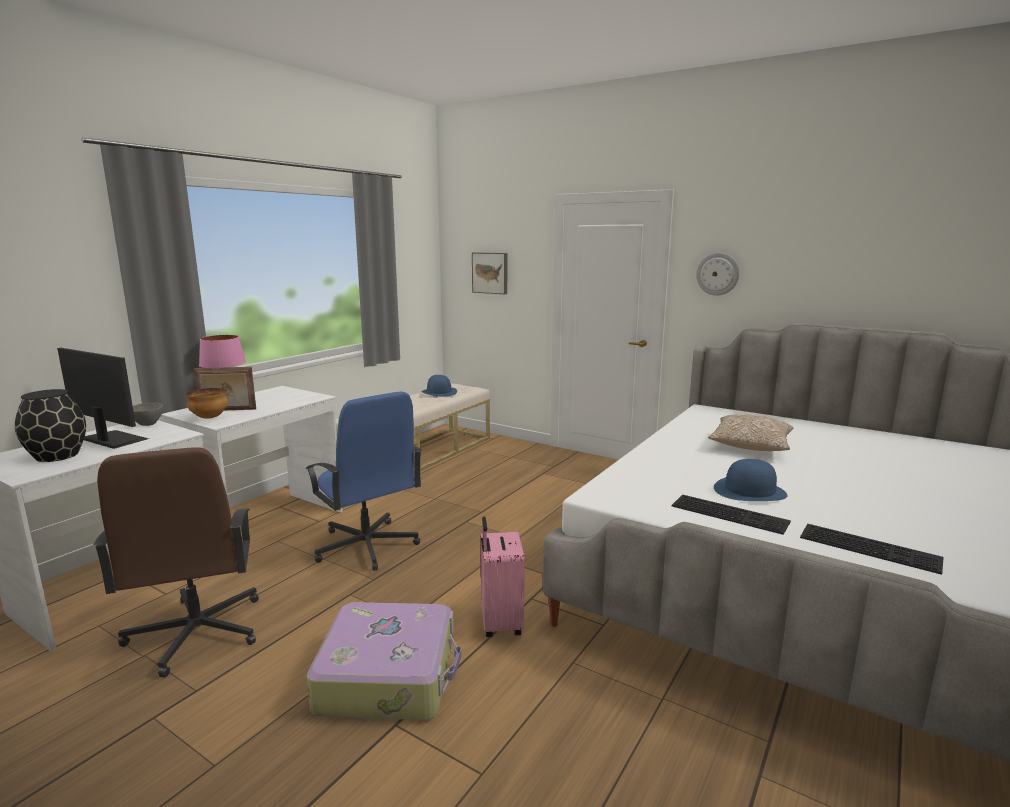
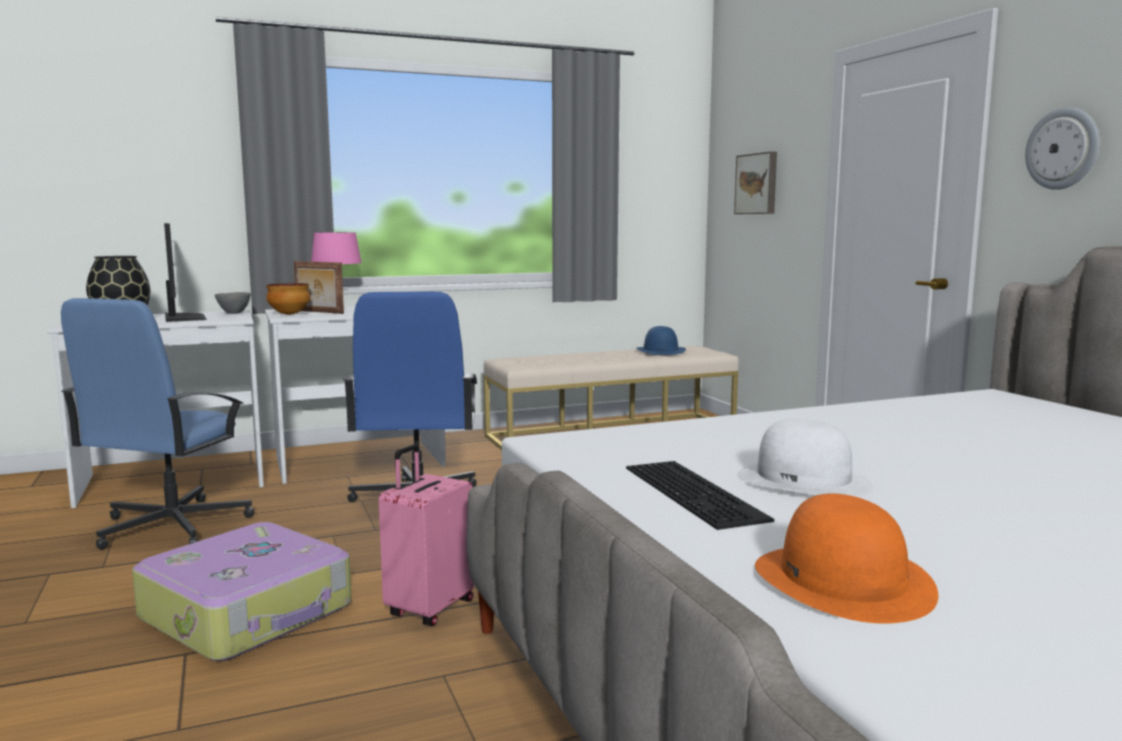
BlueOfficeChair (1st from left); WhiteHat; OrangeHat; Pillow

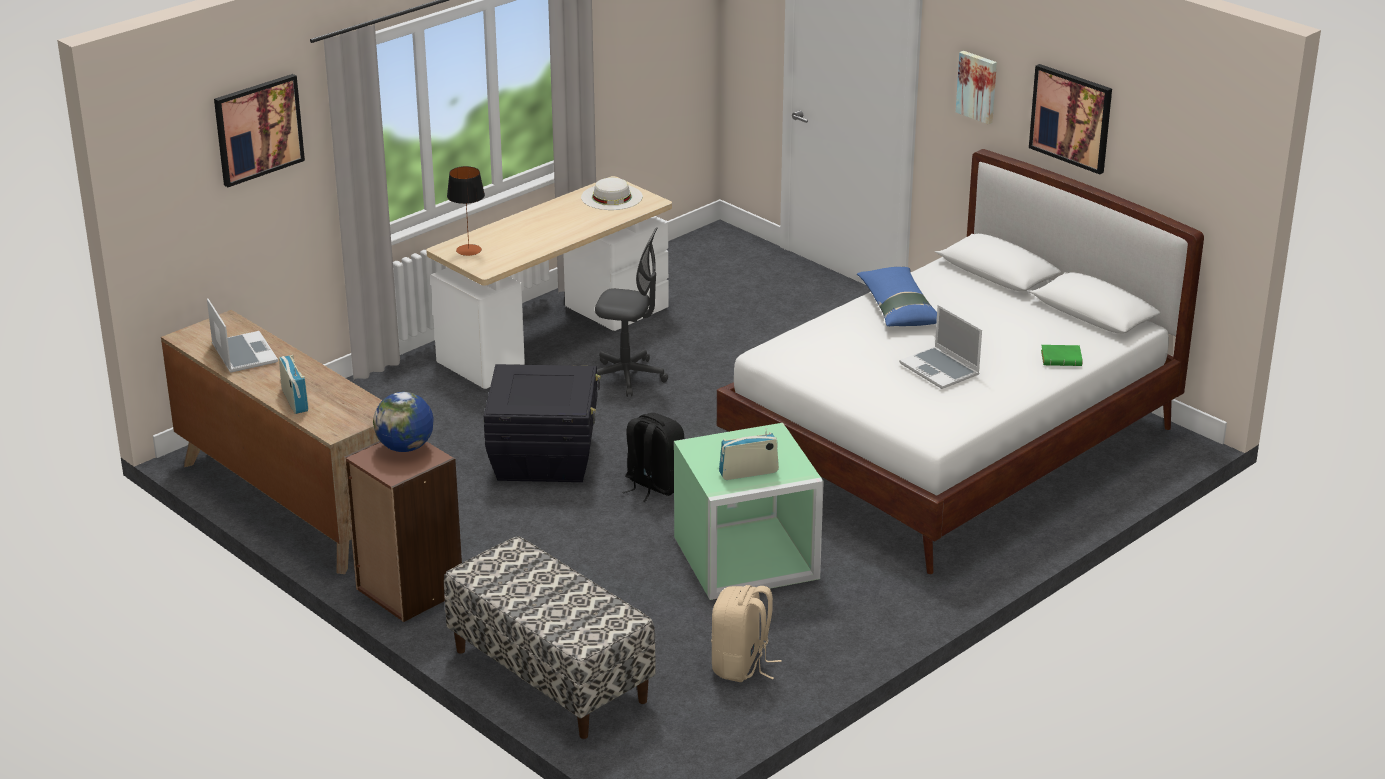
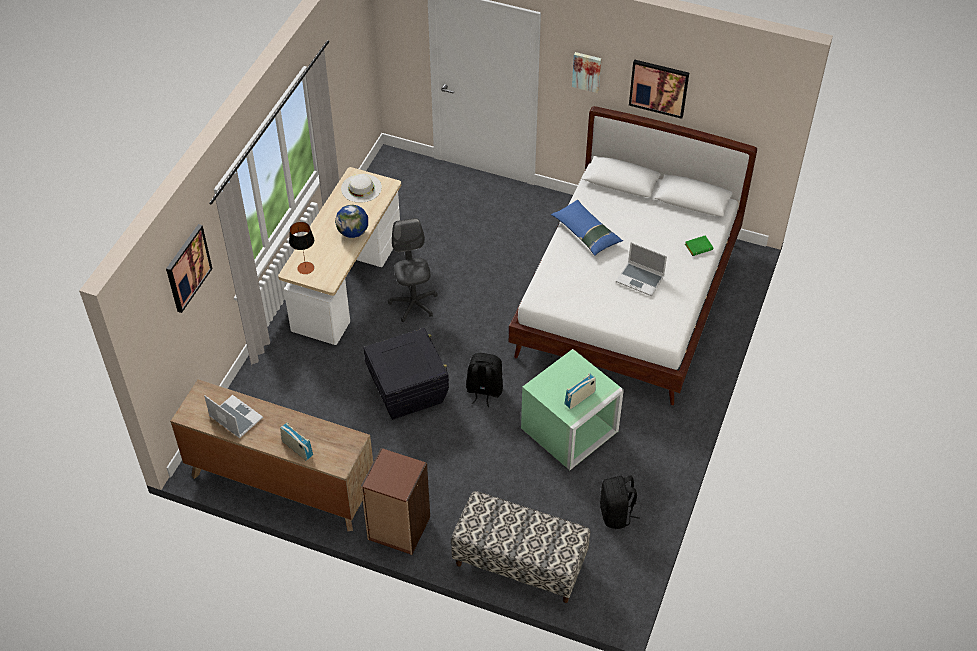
Globe; GreyOfficeChair; BlackBackpack (2nd from left)

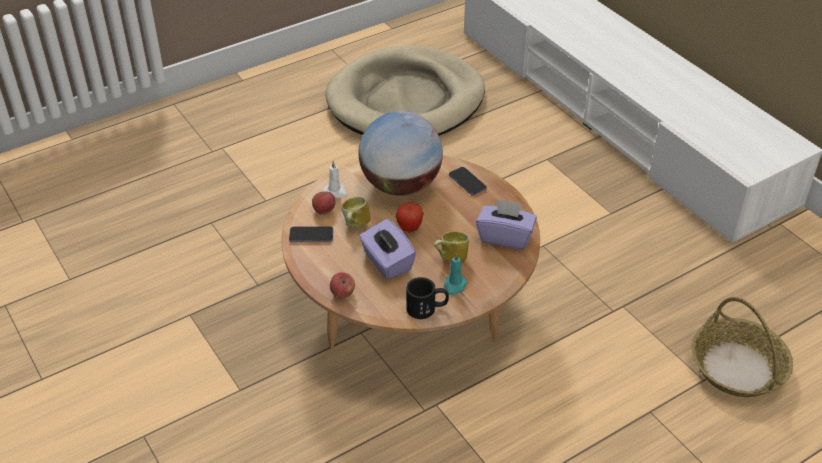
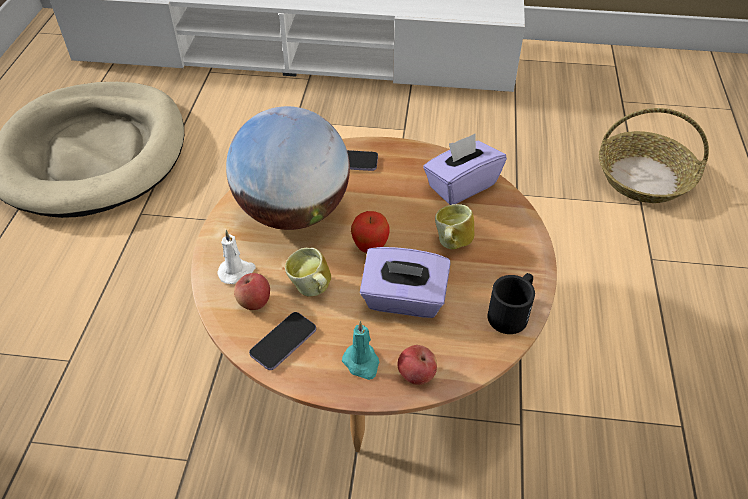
TurquoiseCandle

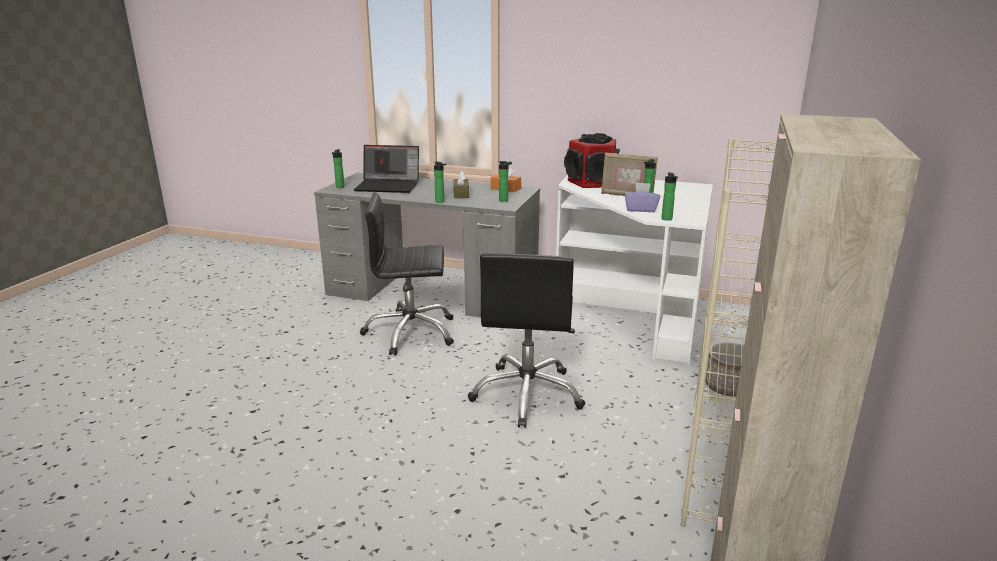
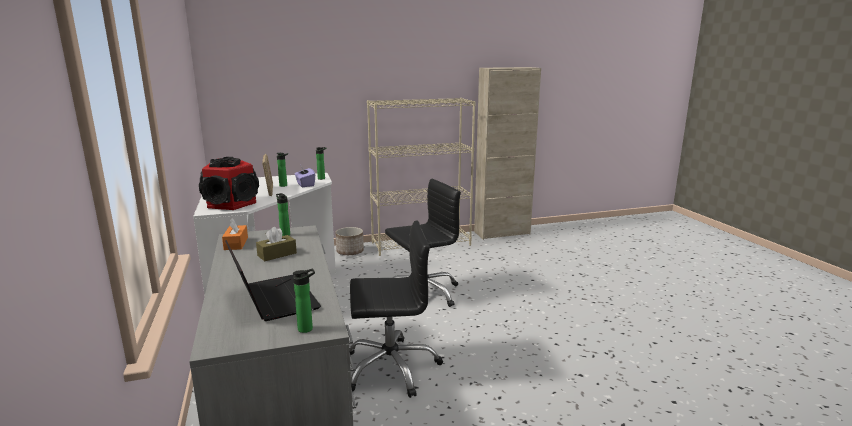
BlackOfficeChair (1st from left); Bottle (2nd from left in the first image)

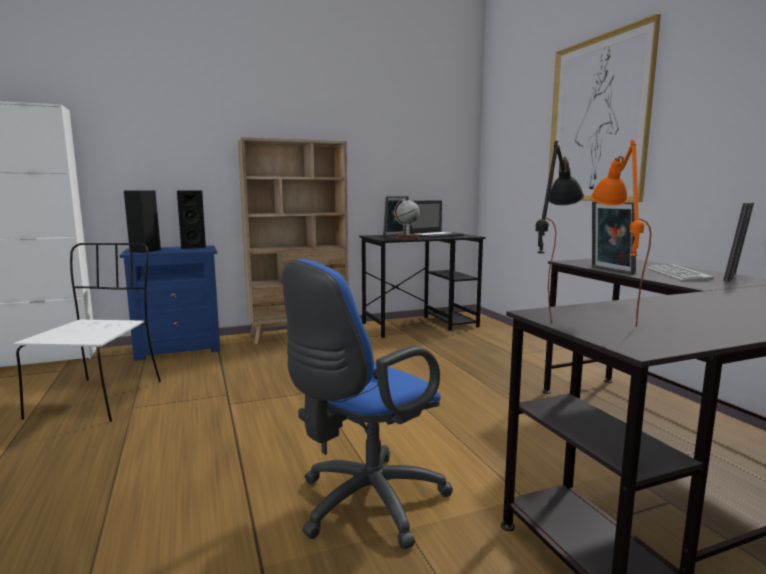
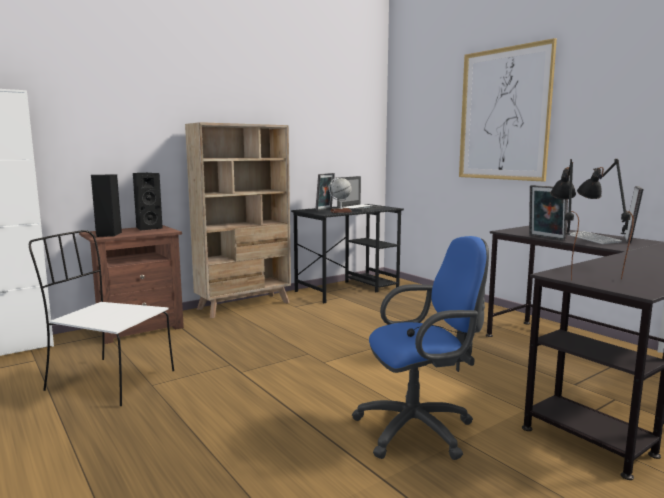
WhiteChair; BrownNightstand; BlueOfficeChair; BlackTableLamp (2nd from left)

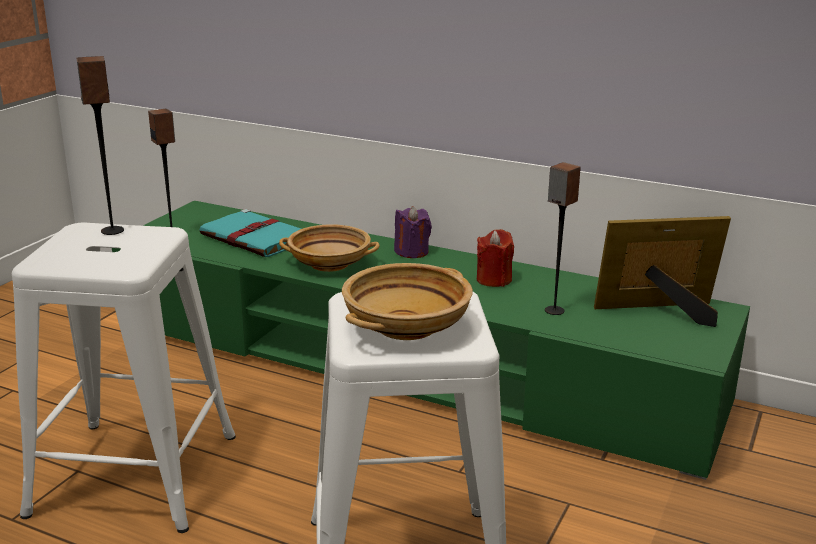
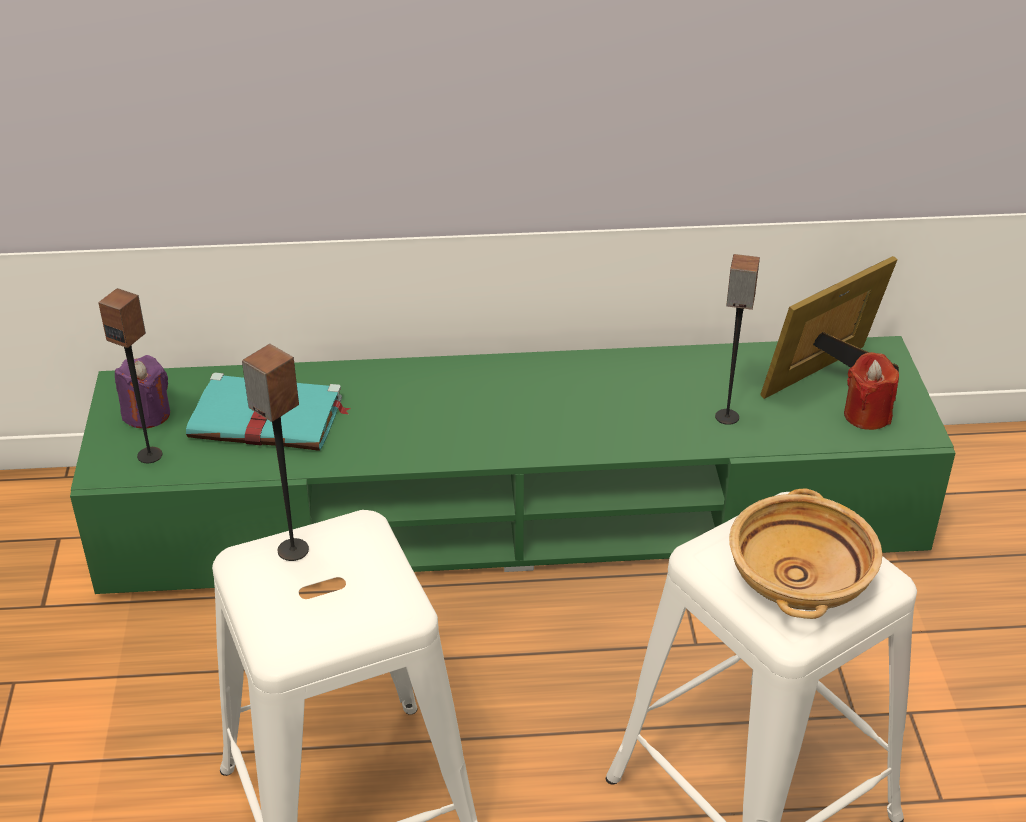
PurpleCandle; RedCandle; BeigeBowl (1st from left in the first image)

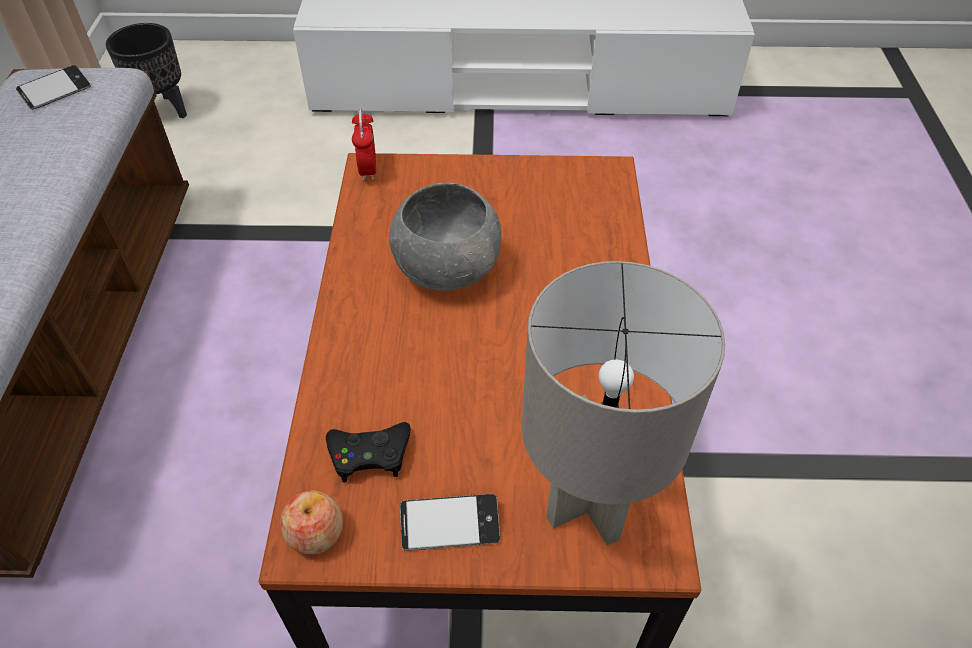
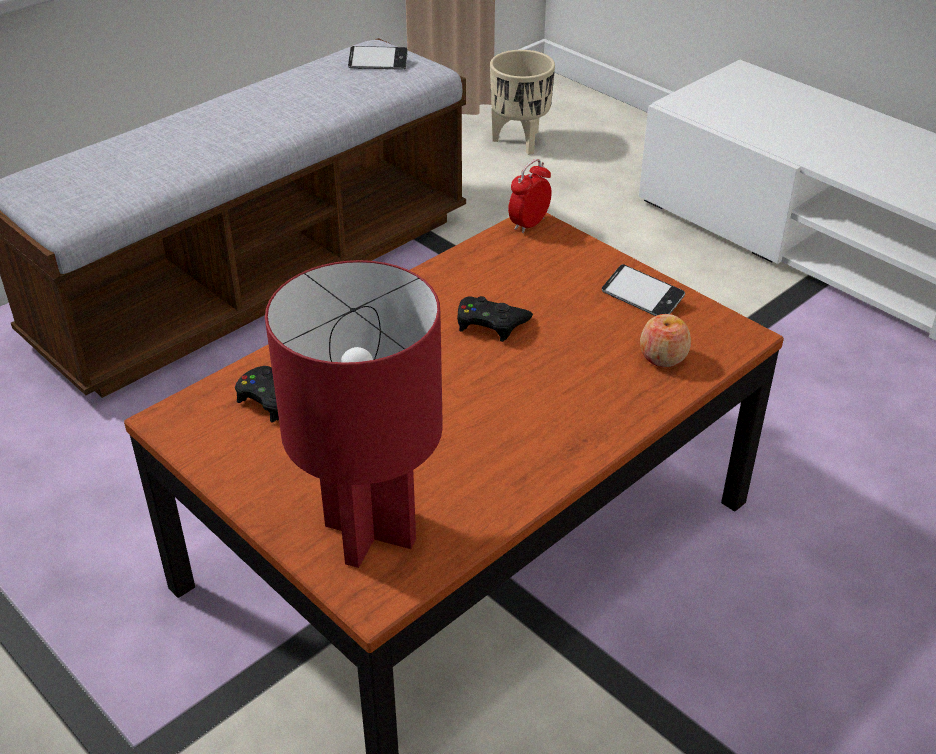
RedTableLamp; BlackGameController (2nd from left); BeigePlanter; Phone (2nd from left); Apple

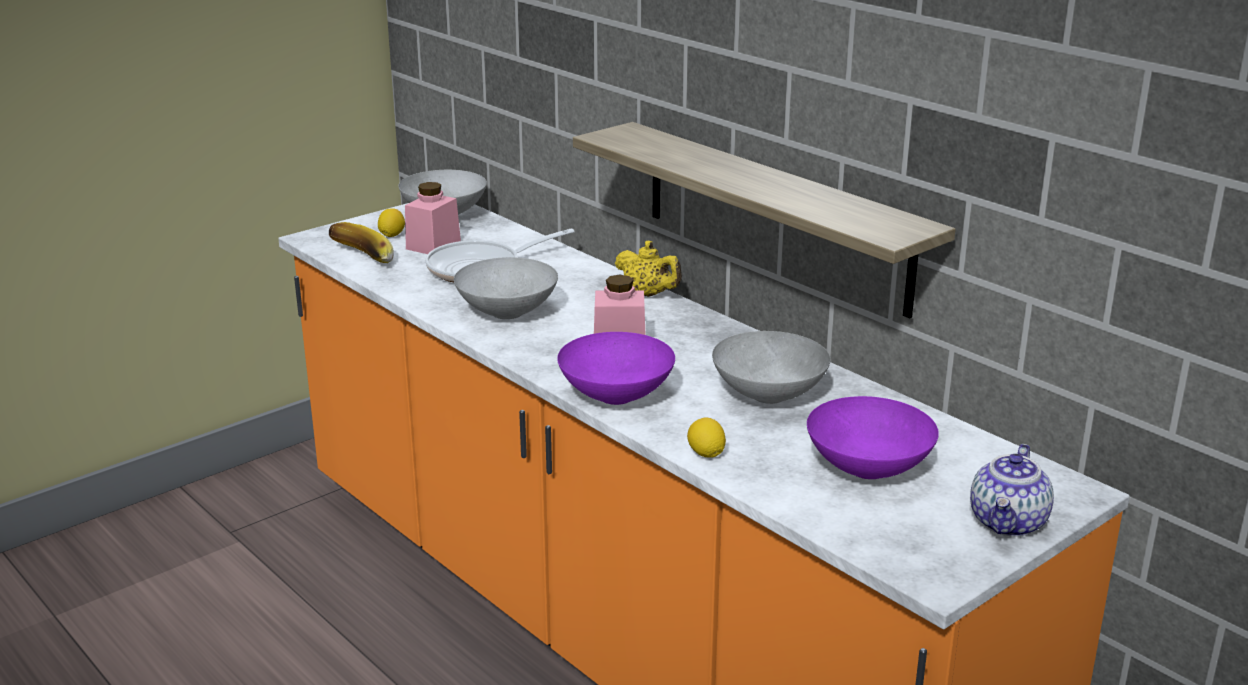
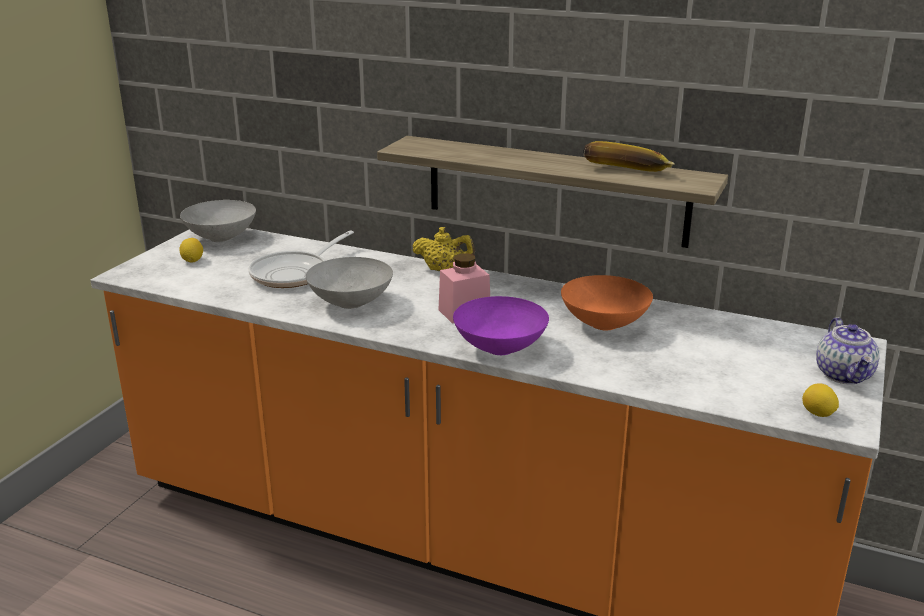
OrangeBowl; Banana; Lemon (2nd from left); PinkJar (1st from left in the first image); PurpleBowl (2nd from left in the first image)

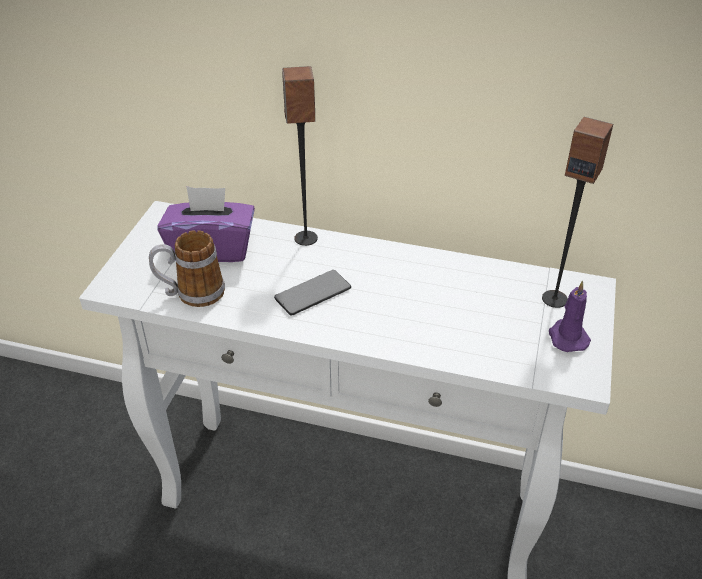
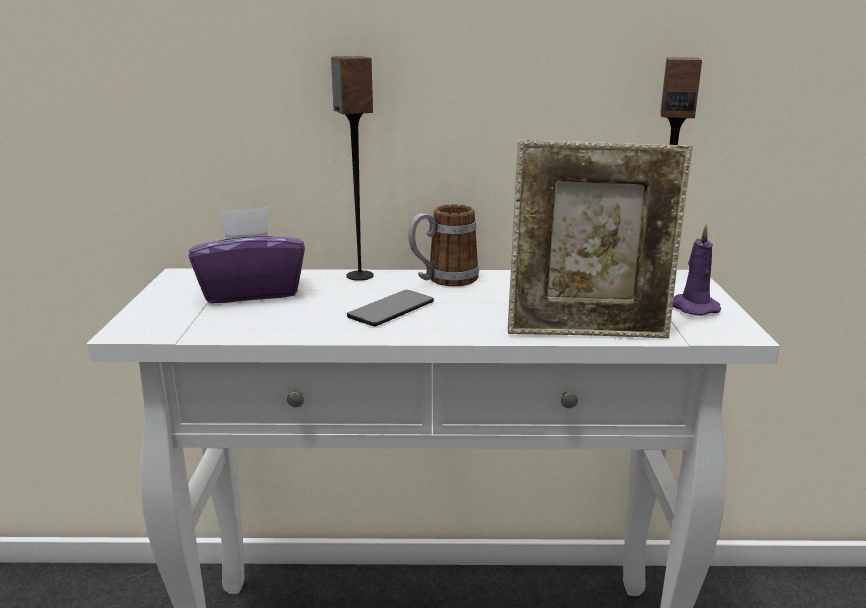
Mug; PictureFrame

